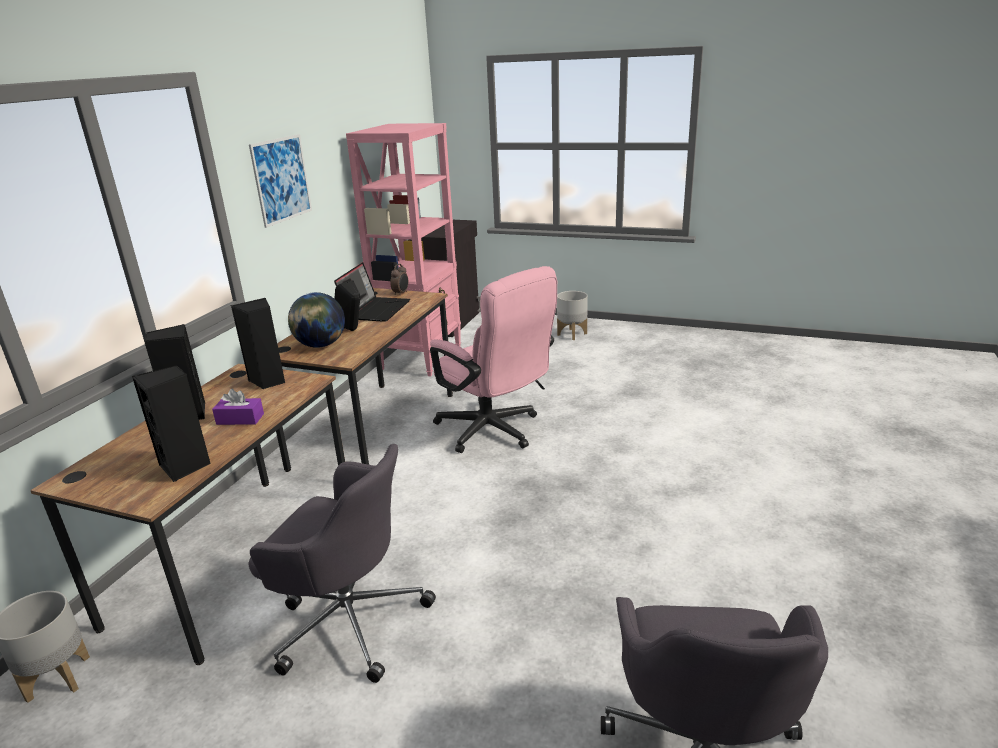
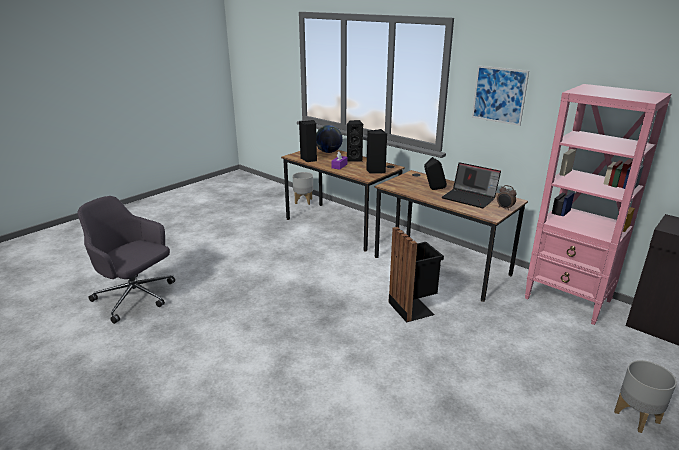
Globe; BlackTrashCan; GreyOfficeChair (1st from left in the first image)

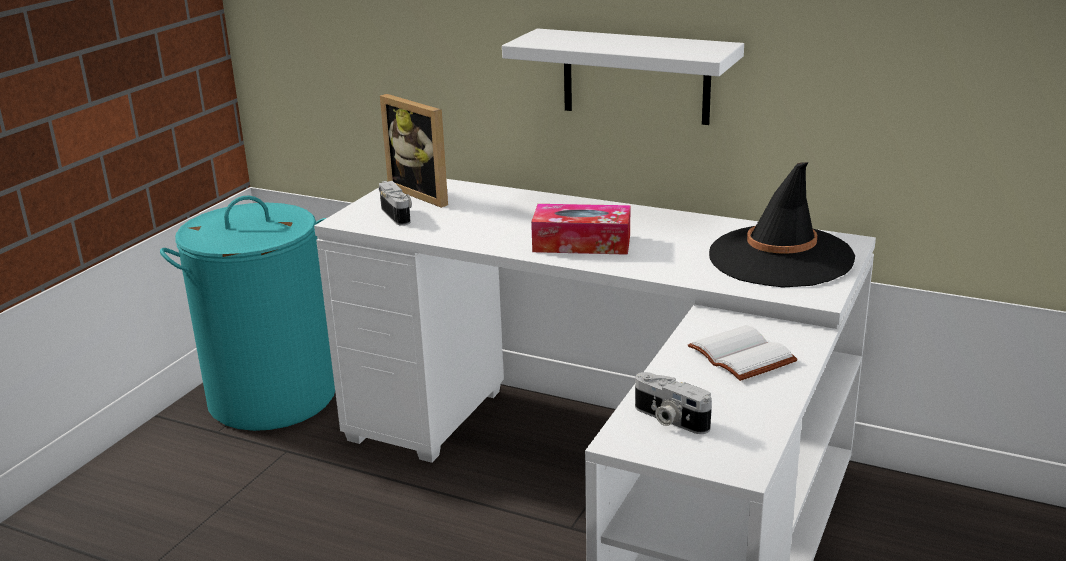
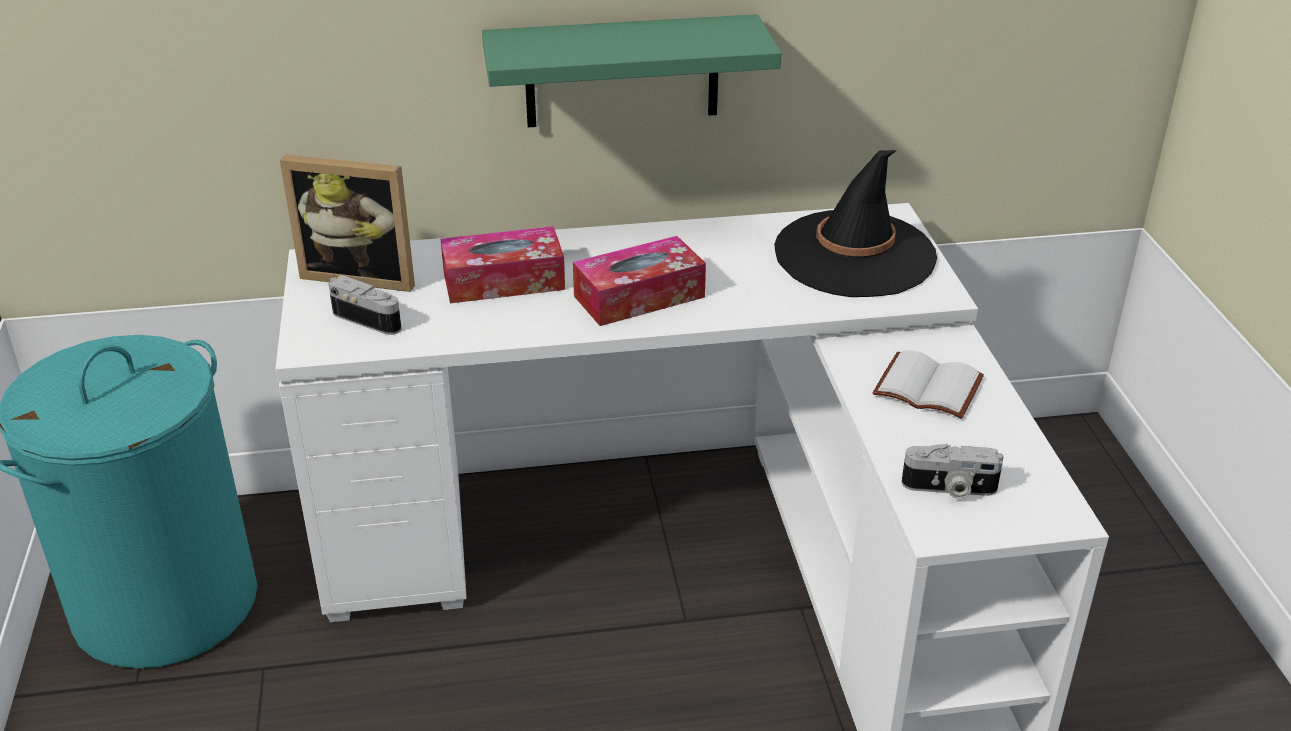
TissueBox (1st from left); GreenShelf

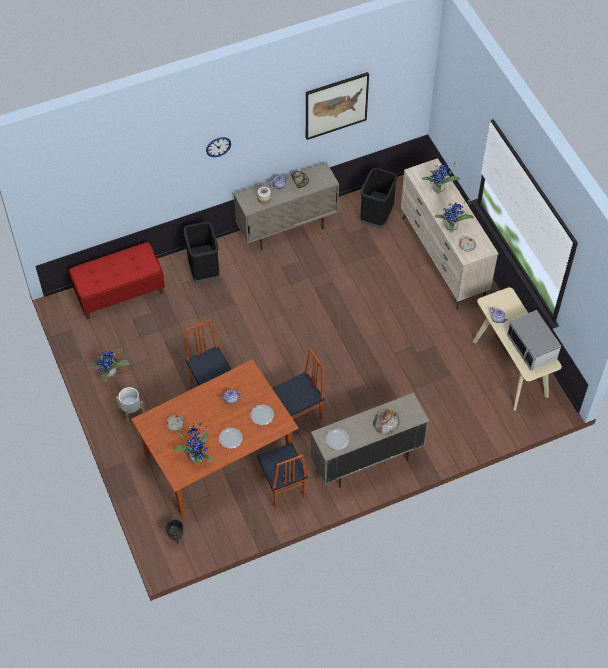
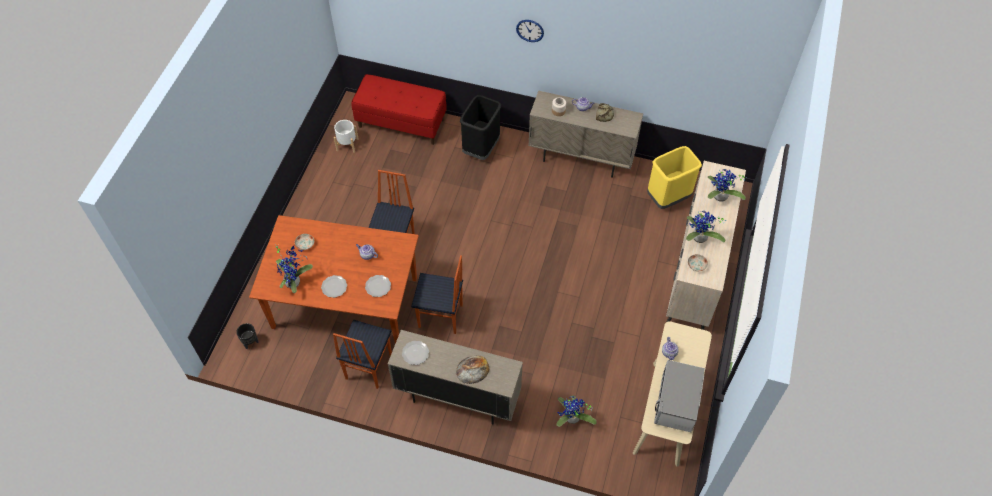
WhitePlanter; PottedPlant (2nd from left); YellowTrashCan; Picture

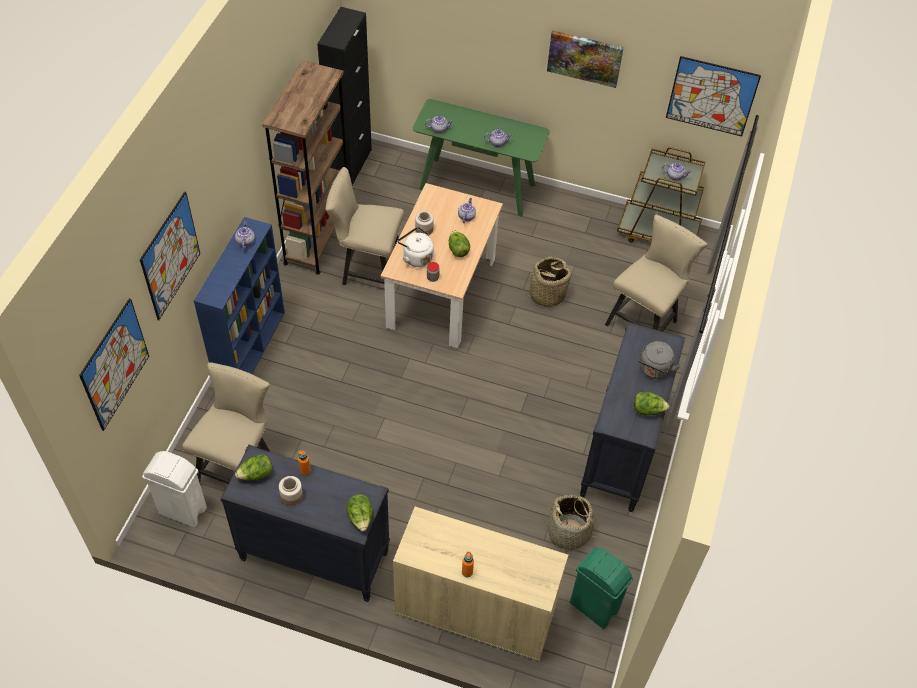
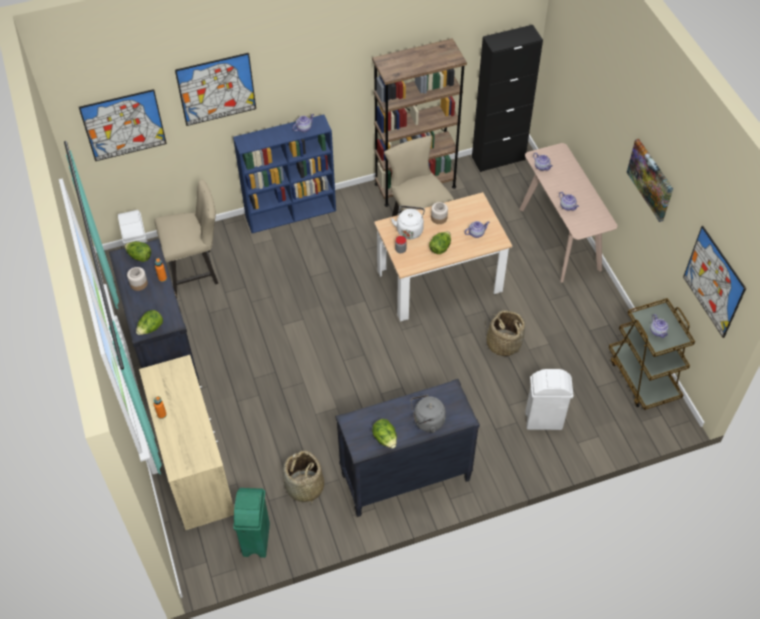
BeigeConsoleTable; WhiteTrashCan (2nd from left)

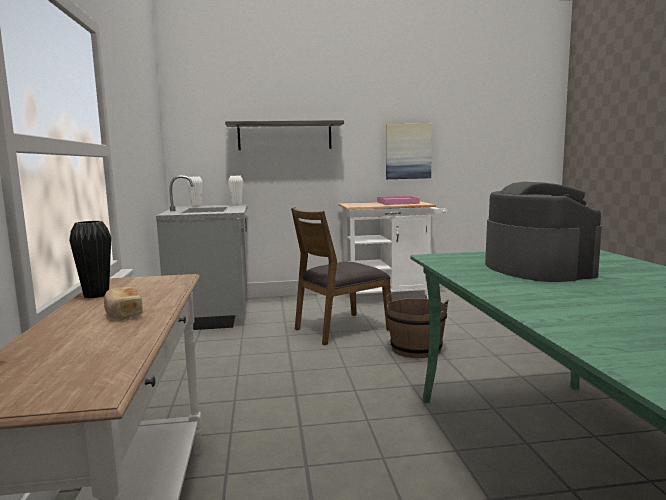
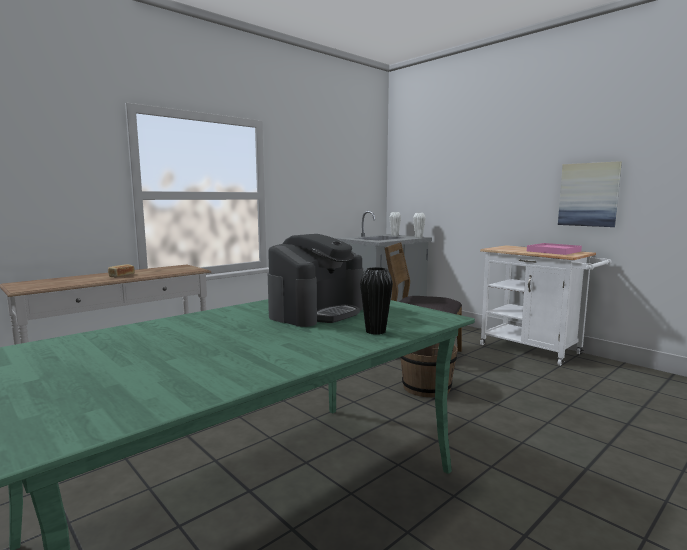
BlackVase; Shelf

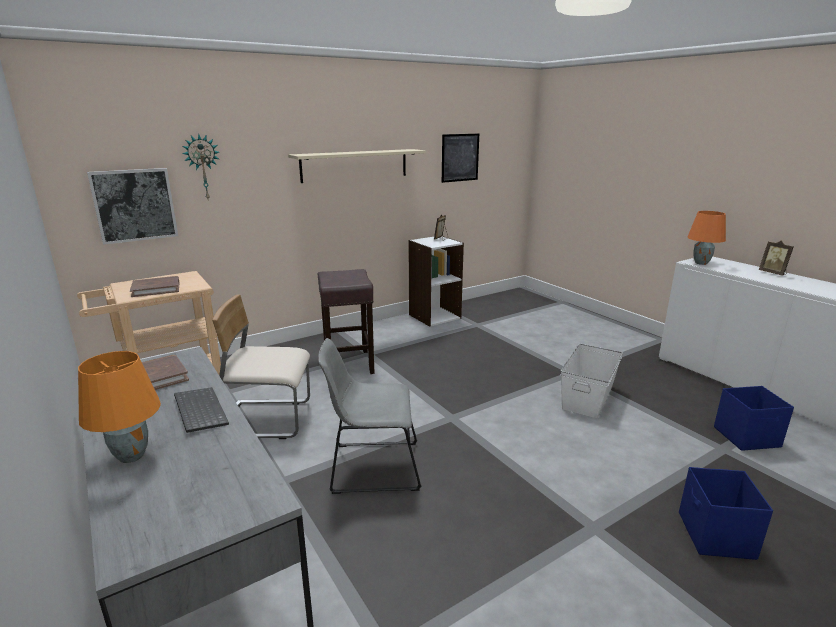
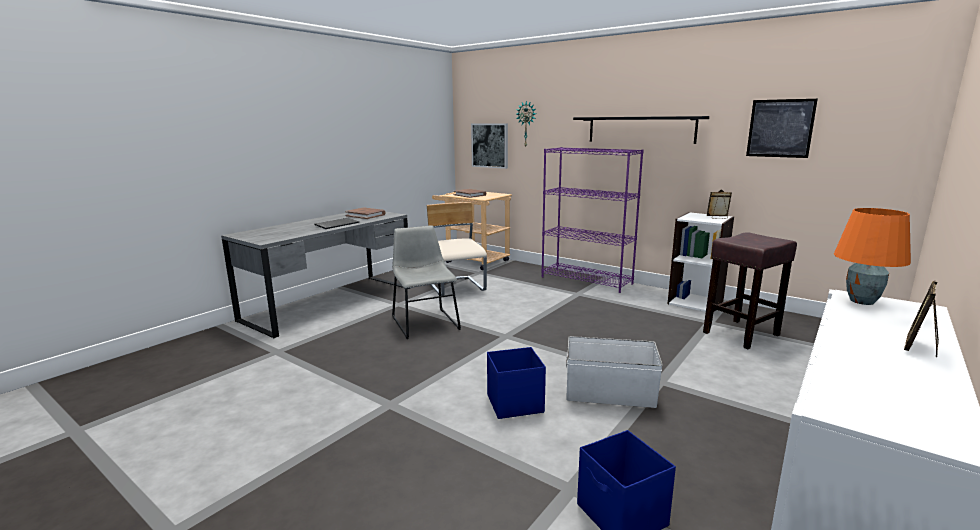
BlueStorageBox (1st from left); PurpleBookcase; BlackShelf; BrownStool; OrangeTableLamp (1st from left in the first image)

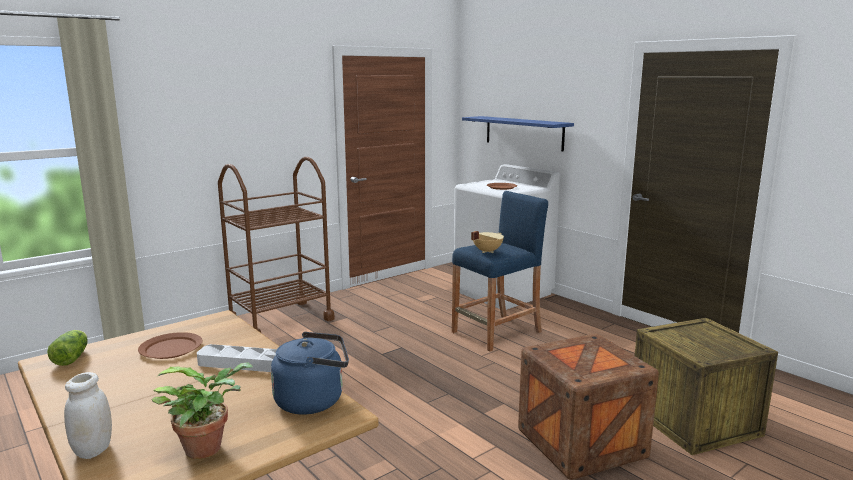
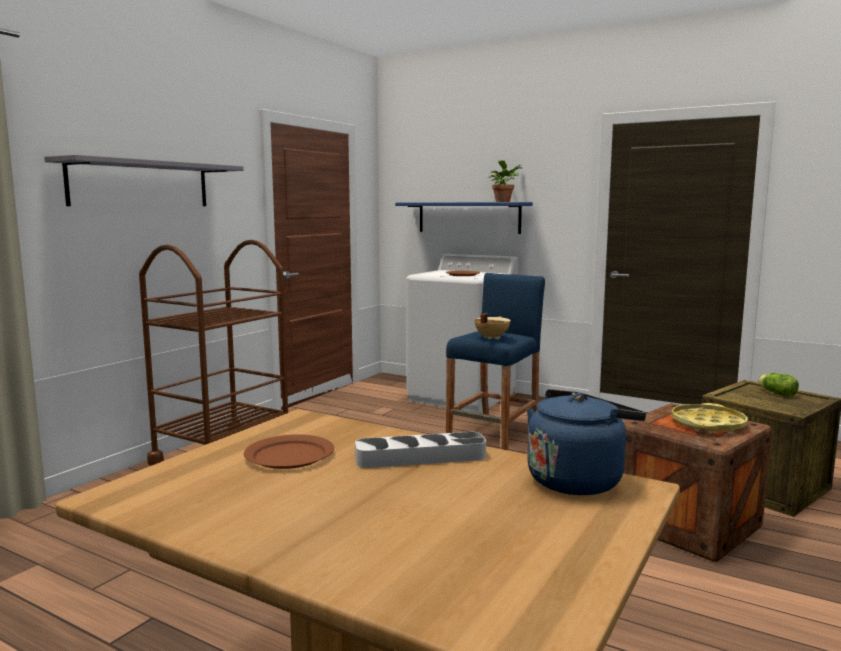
GreyShelf; PottedPlant; YellowTray; Lettuce; WhiteJar

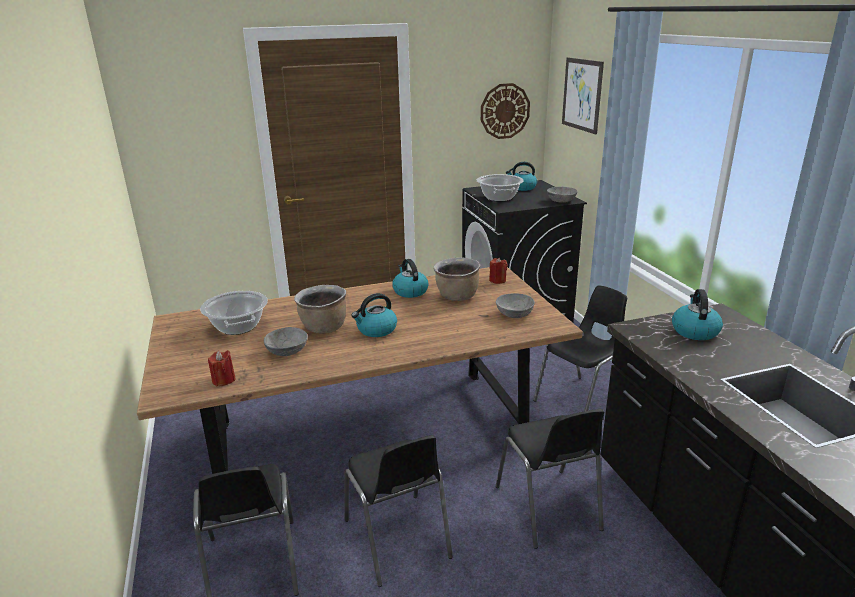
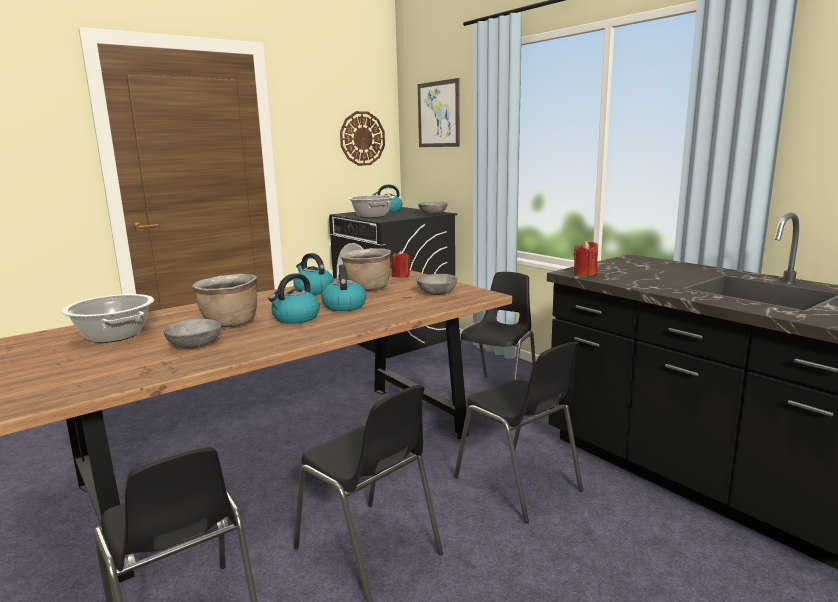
Kettle (3rd from left); RedCandle (2nd from left)

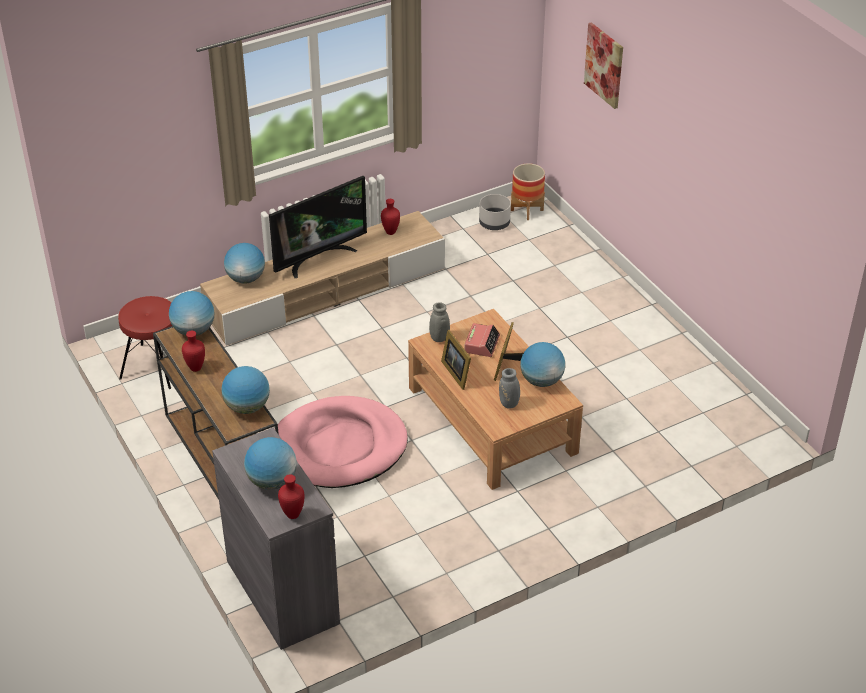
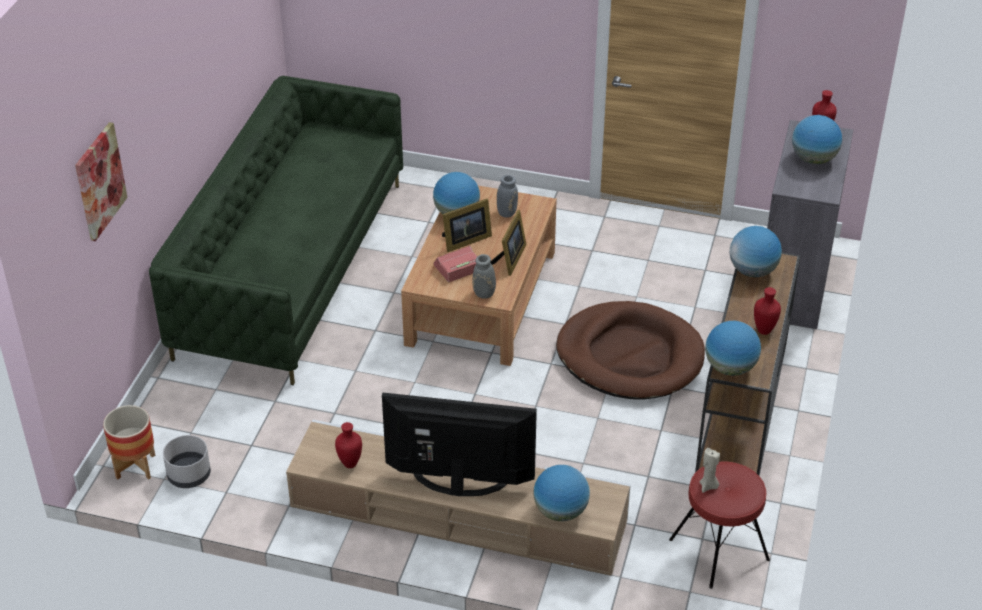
GreenSofa; BrownDogBed; BeigeCandle

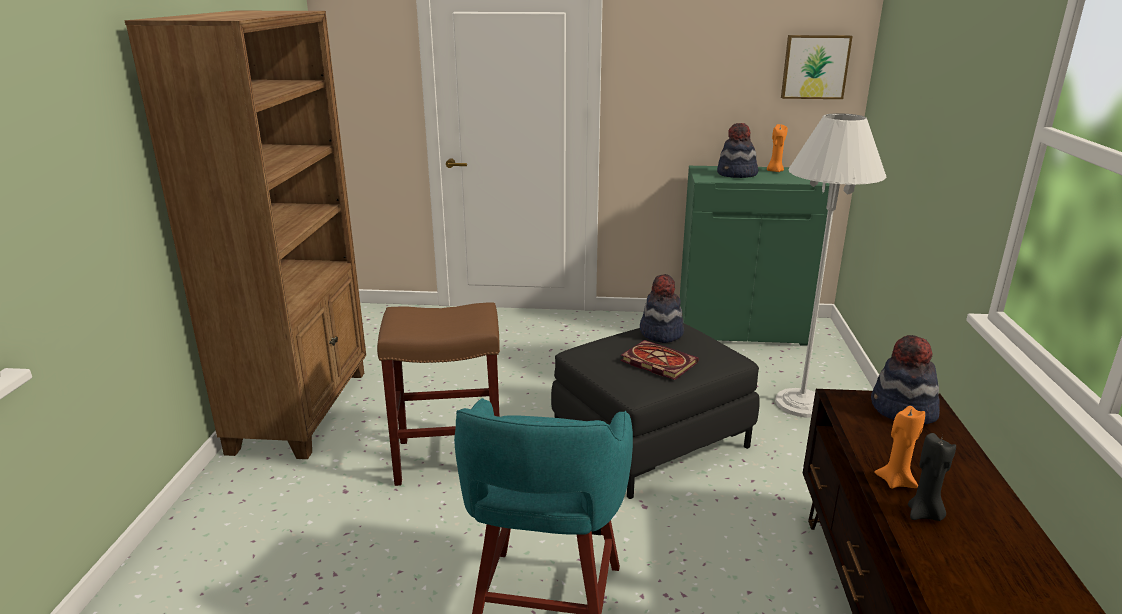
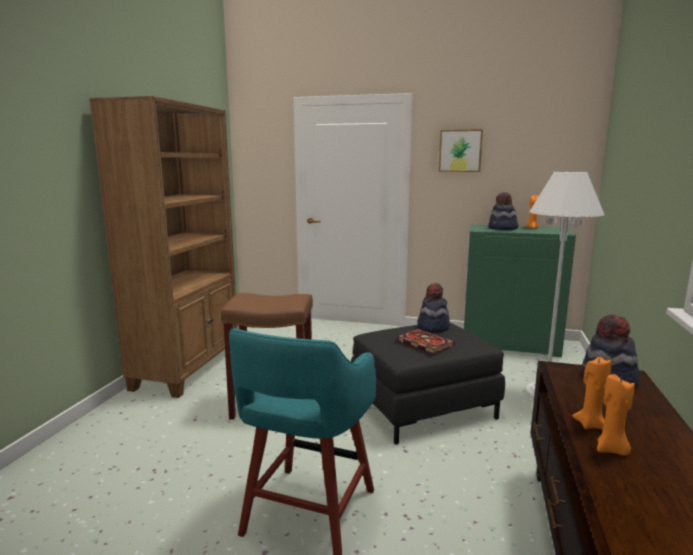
Picture; OrangeCandle (3rd from left)

